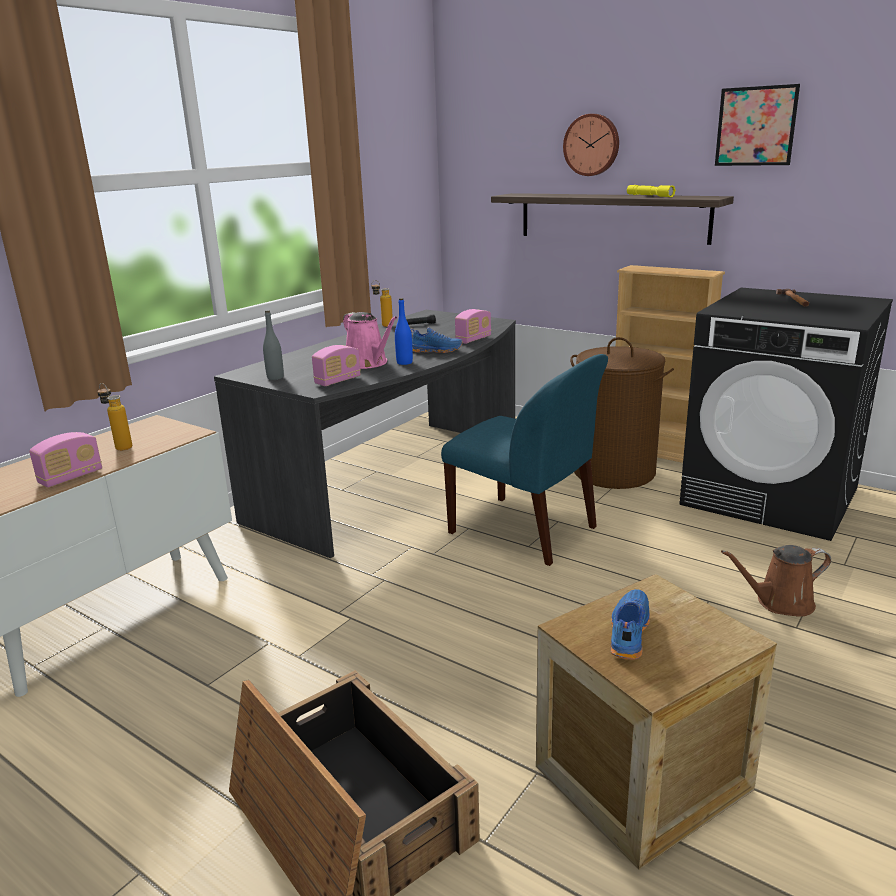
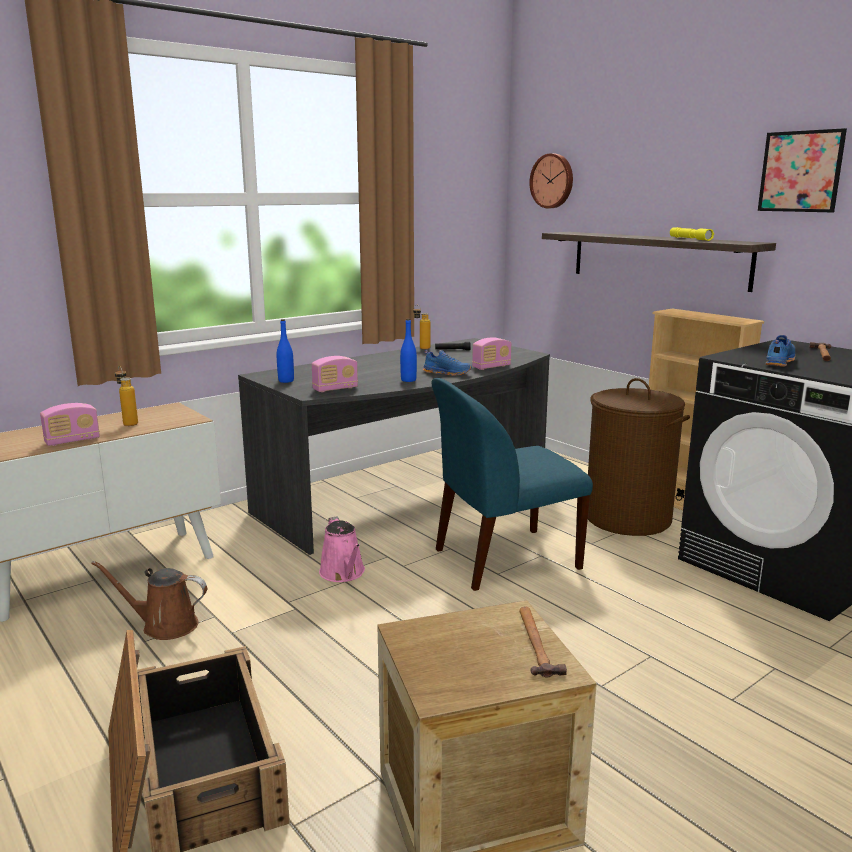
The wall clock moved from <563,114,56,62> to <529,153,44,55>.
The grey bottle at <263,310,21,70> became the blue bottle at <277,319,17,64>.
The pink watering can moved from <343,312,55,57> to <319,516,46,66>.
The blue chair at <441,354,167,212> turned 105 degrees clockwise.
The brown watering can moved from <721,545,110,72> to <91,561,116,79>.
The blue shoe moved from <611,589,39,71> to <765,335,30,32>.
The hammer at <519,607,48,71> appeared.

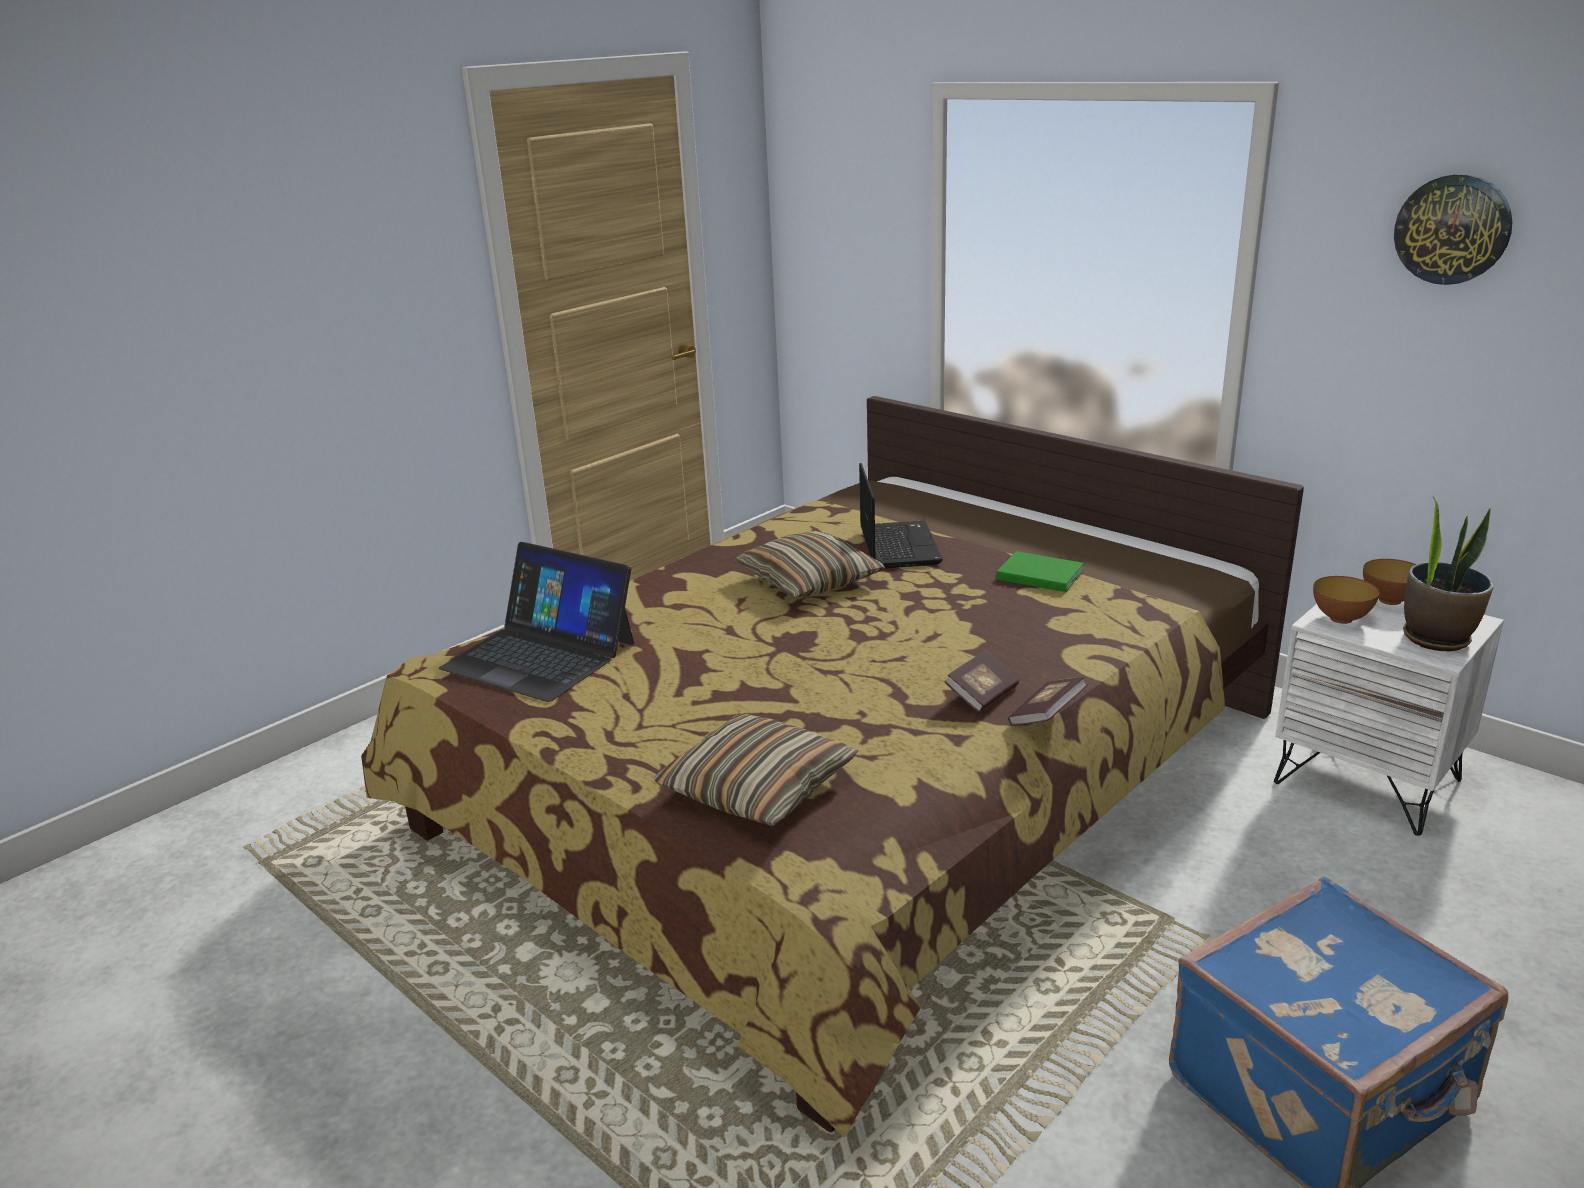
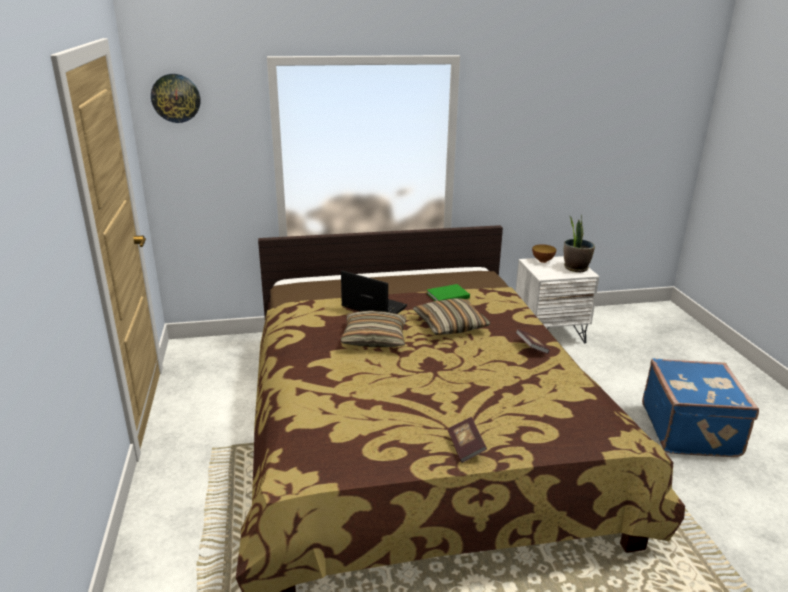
The wall clock moved from <1394,174,118,111> to <151,74,49,49>.
The laptop at <439,542,195,160> disappeared.
The bowl at <1313,576,66,48> disappeared.
The book moved from <1008,677,79,48> to <447,417,40,46>.
The pillow moved from <653,713,206,113> to <413,298,78,37>.

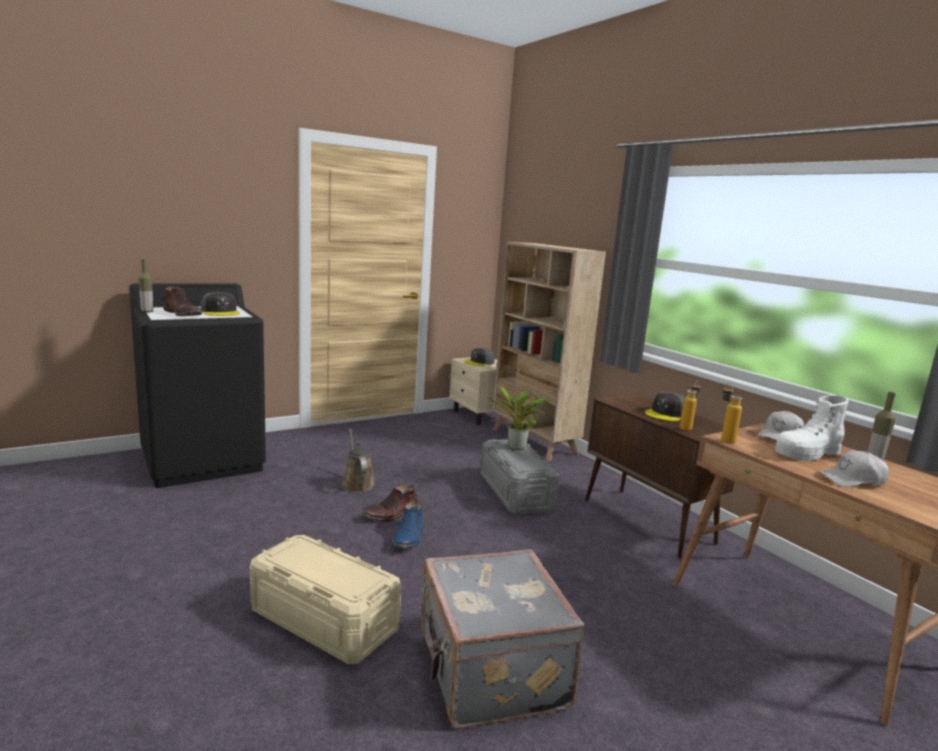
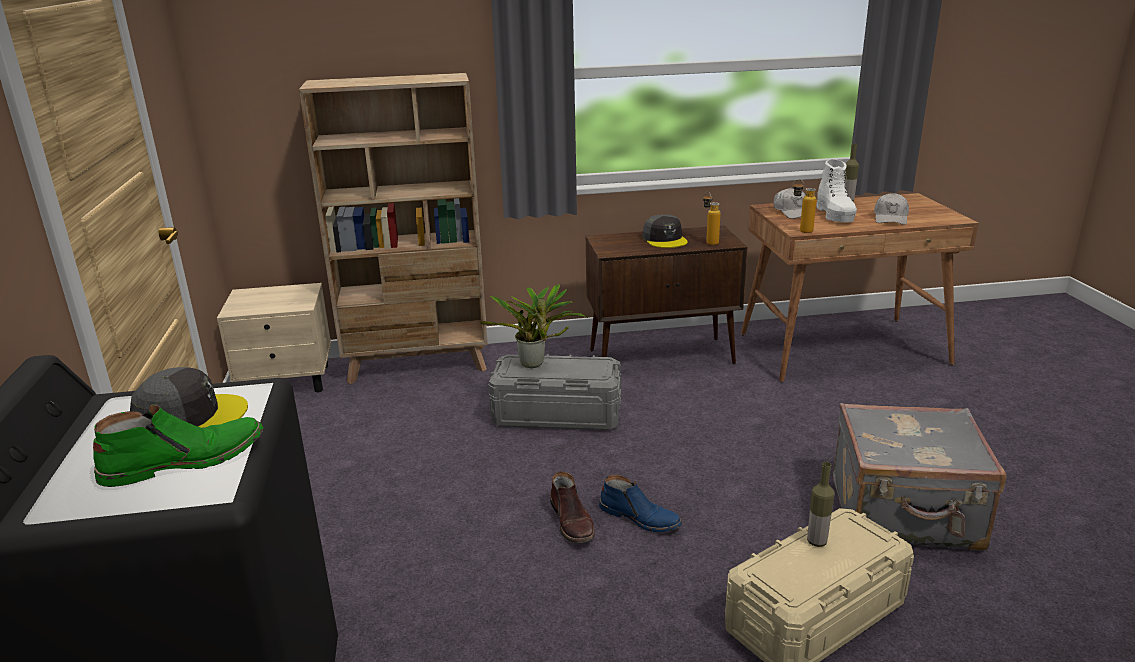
The bottle moved from <138,259,15,54> to <807,462,28,85>.
The brown boot at <164,287,38,29> became the green boot at <93,404,170,83>.
The grey cap at <464,348,31,18> disappeared.
The brown watering can at <341,429,34,64> disappeared.

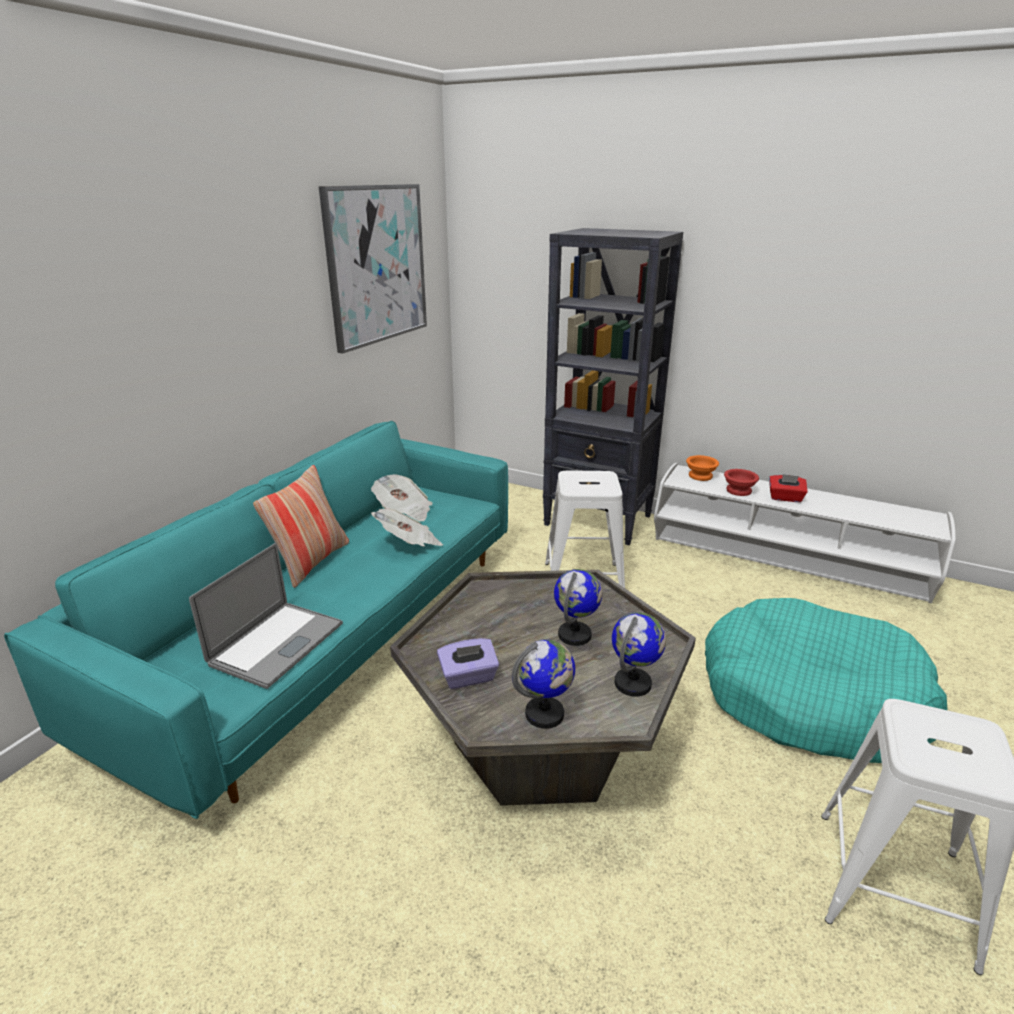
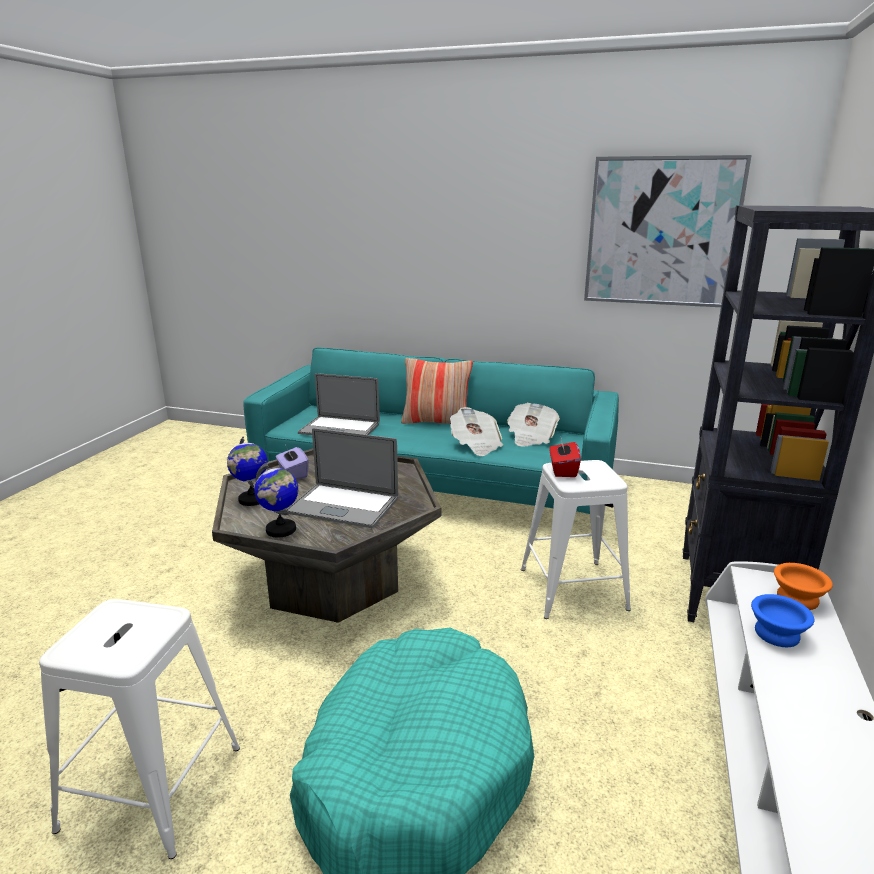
The red bowl at <724,469,35,27> became the blue bowl at <751,594,63,53>.
The red tissue box moved from <769,474,39,28> to <549,438,32,39>.
The globe at <554,569,48,77> was replaced by the laptop at <286,428,112,100>.

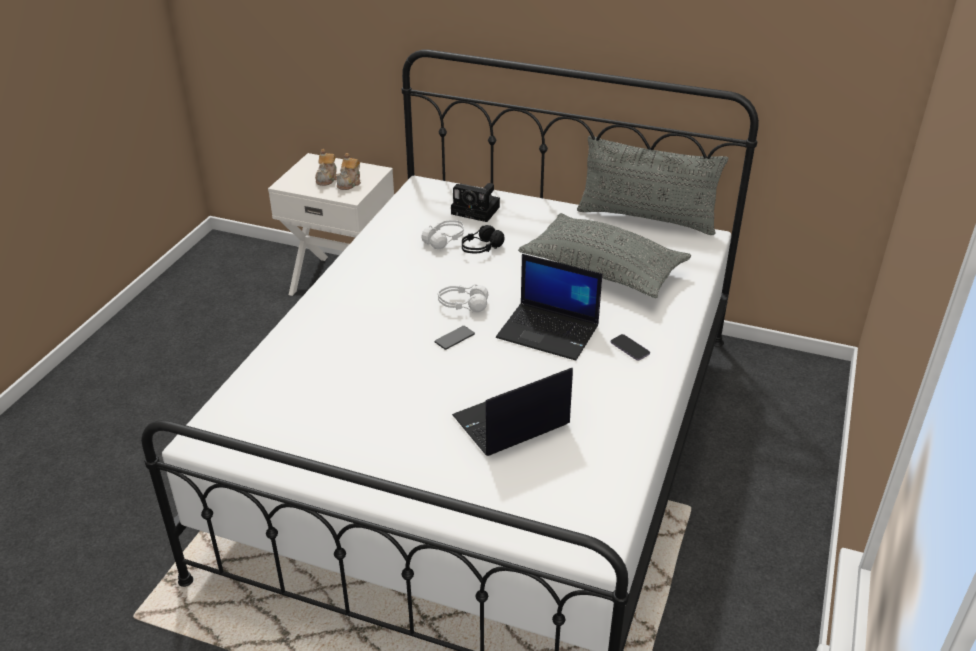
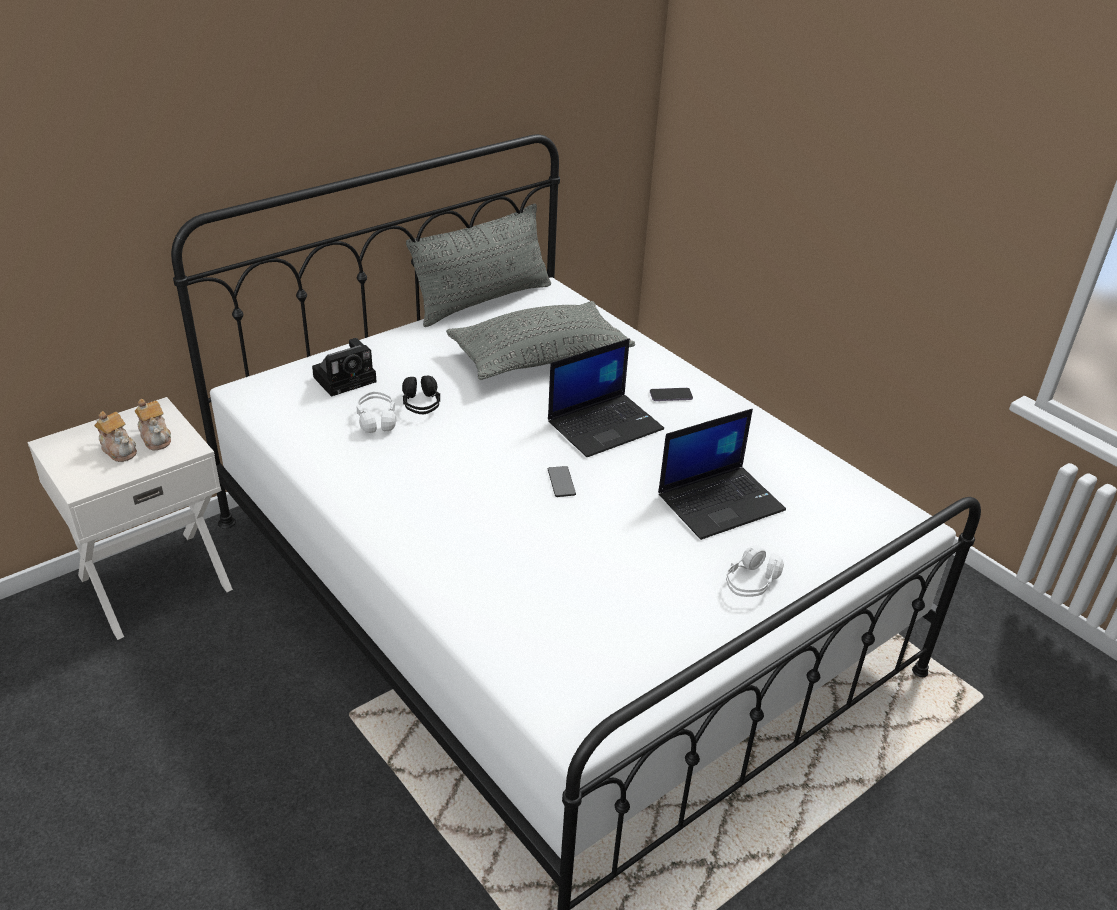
The white headphones moved from <438,284,51,29> to <726,545,58,52>.
The laptop at <452,368,121,88> turned 120 degrees counterclockwise.

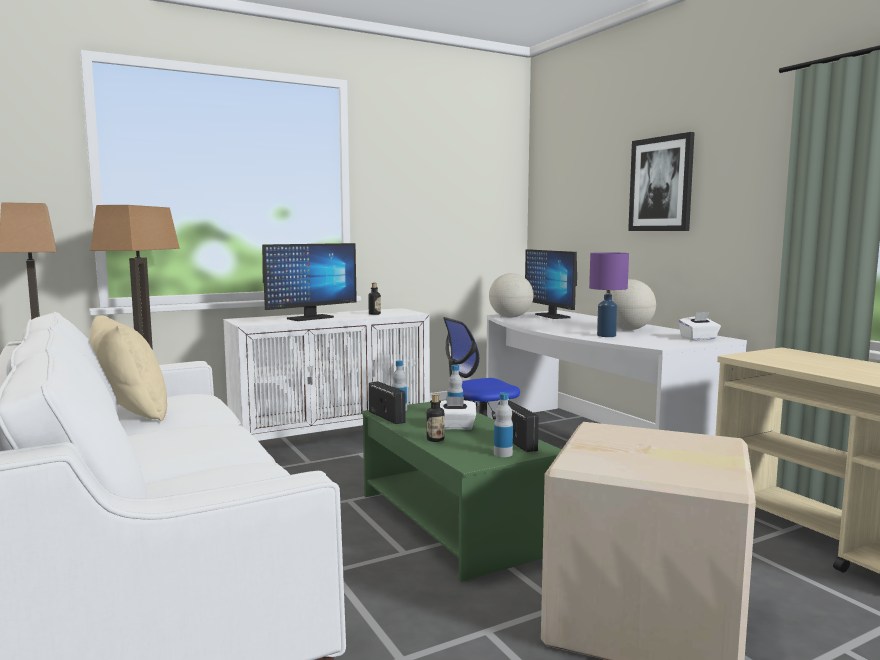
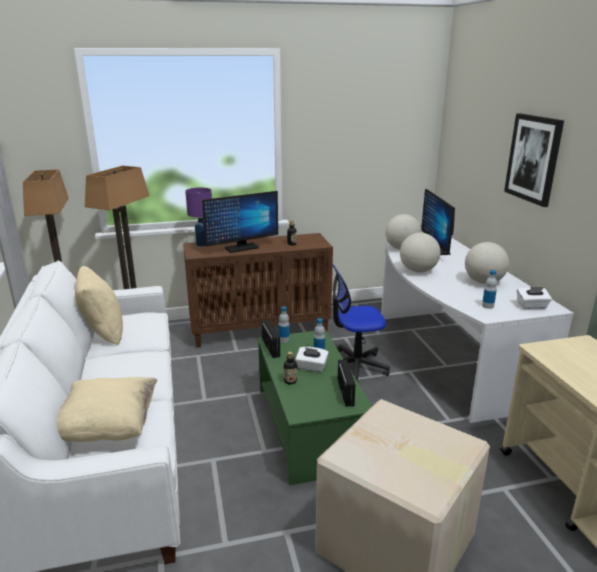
The purple table lamp moved from <589,252,40,85> to <185,188,27,59>.
The white cabinet at <223,308,207,133> became the brown cabinet at <183,233,150,114>.
The bottle moved from <494,393,19,64> to <482,270,15,39>.
The globe at <400,233,41,39> appeared.
The beige pillow at <57,377,100,65> appeared.

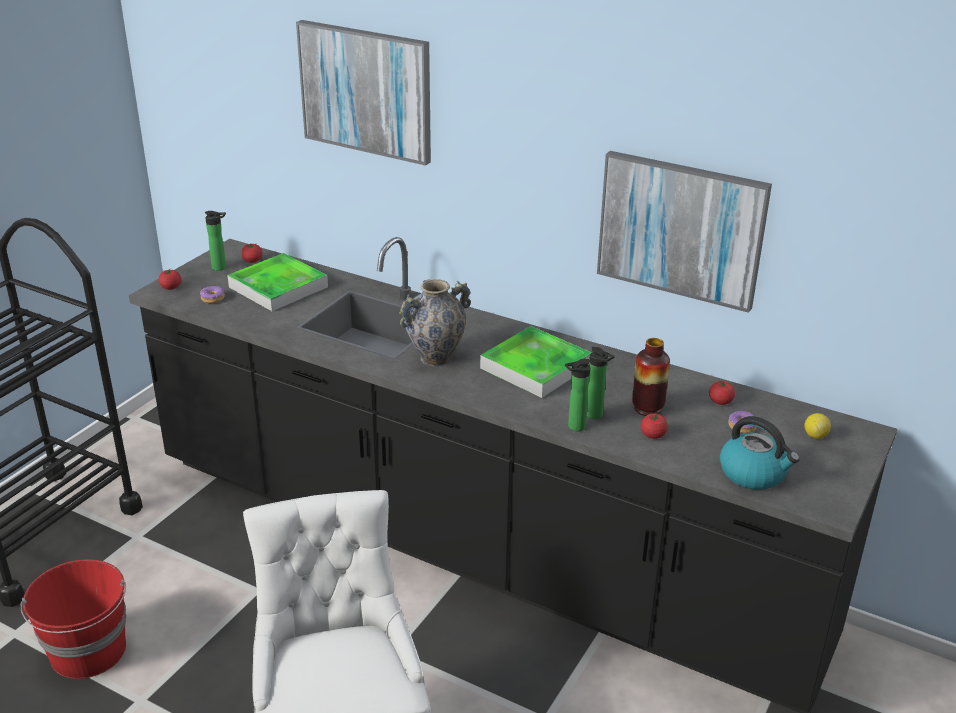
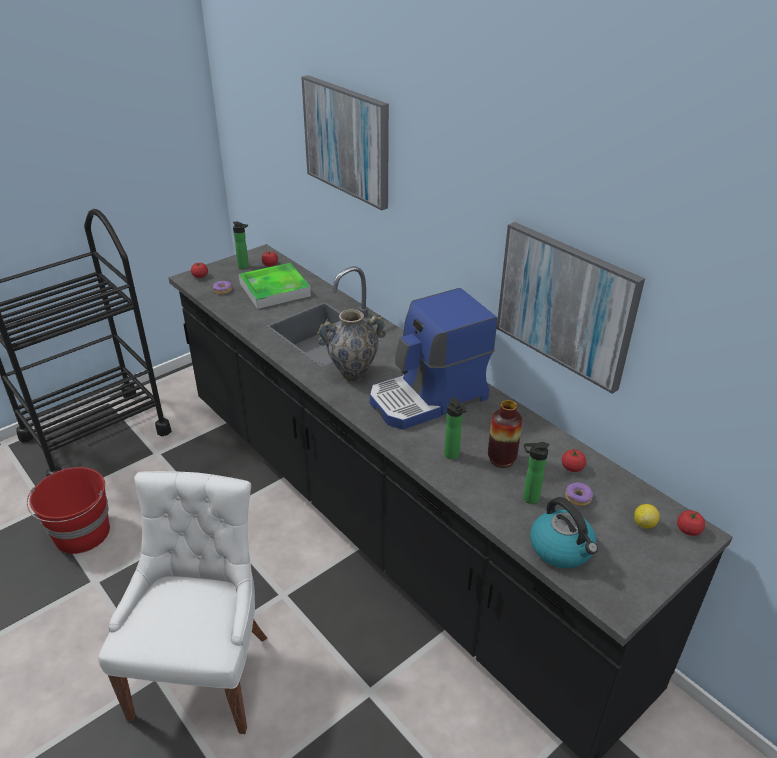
The tray at <480,326,112,72> was replaced by the coffee machine at <370,288,127,142>.
The bottle moved from <565,359,25,72> to <523,442,26,62>.
The tomato moved from <641,413,27,26> to <677,510,28,26>.

